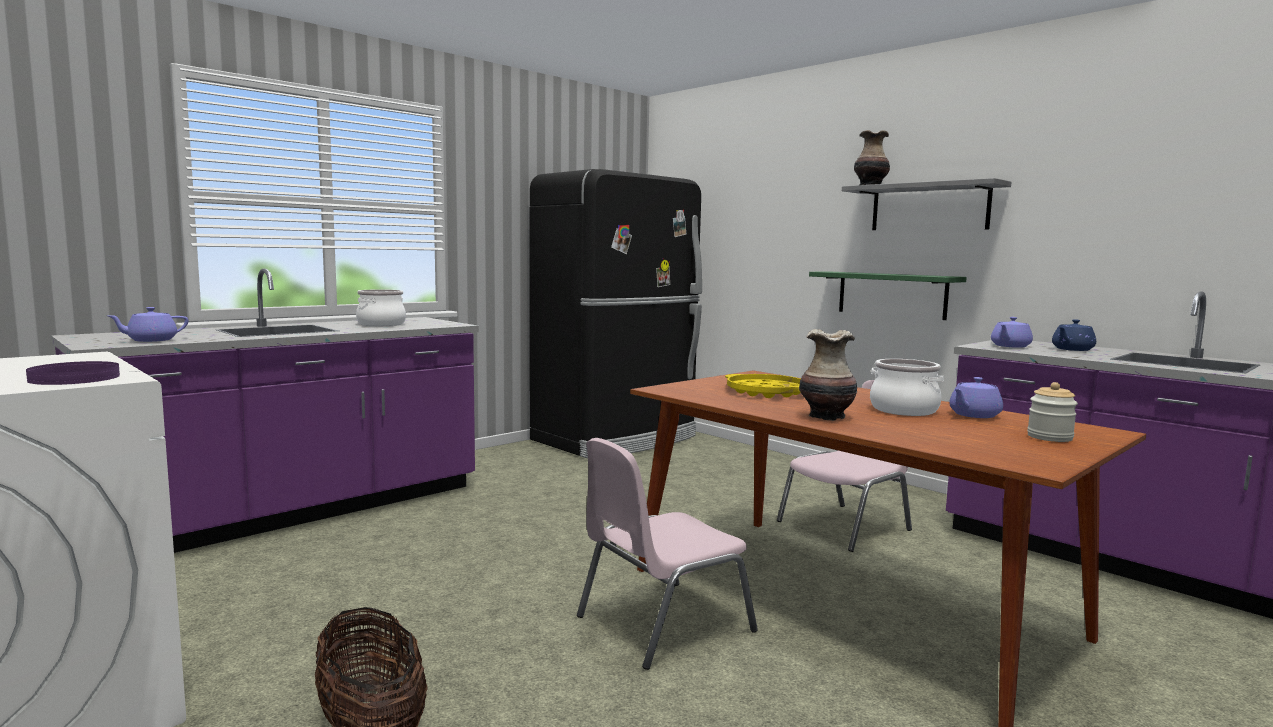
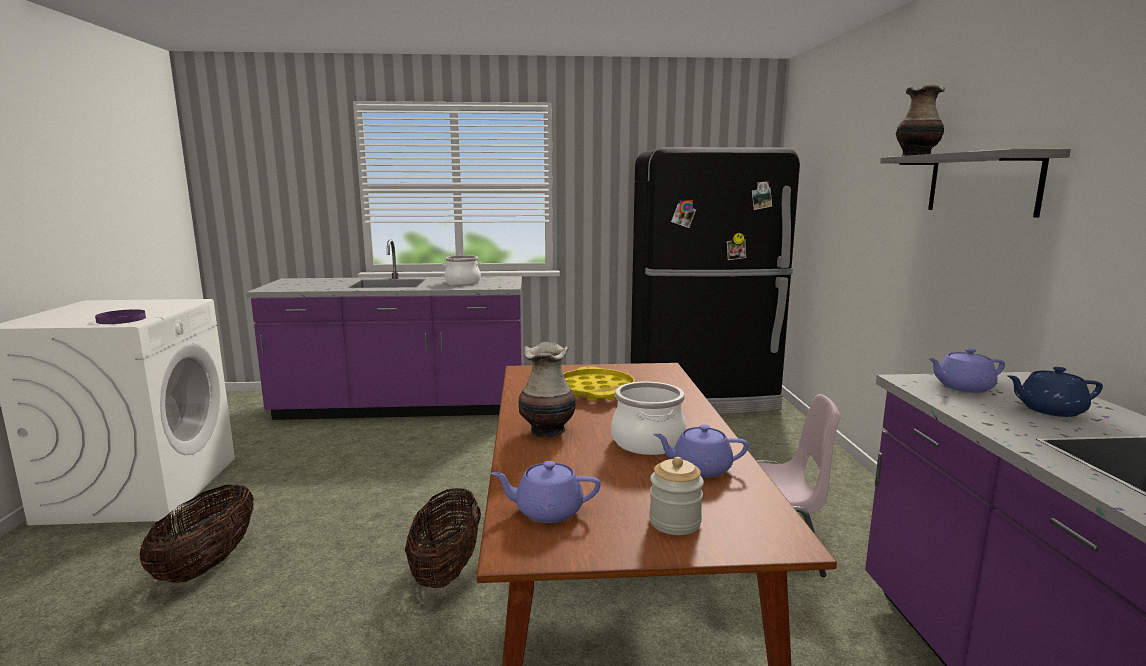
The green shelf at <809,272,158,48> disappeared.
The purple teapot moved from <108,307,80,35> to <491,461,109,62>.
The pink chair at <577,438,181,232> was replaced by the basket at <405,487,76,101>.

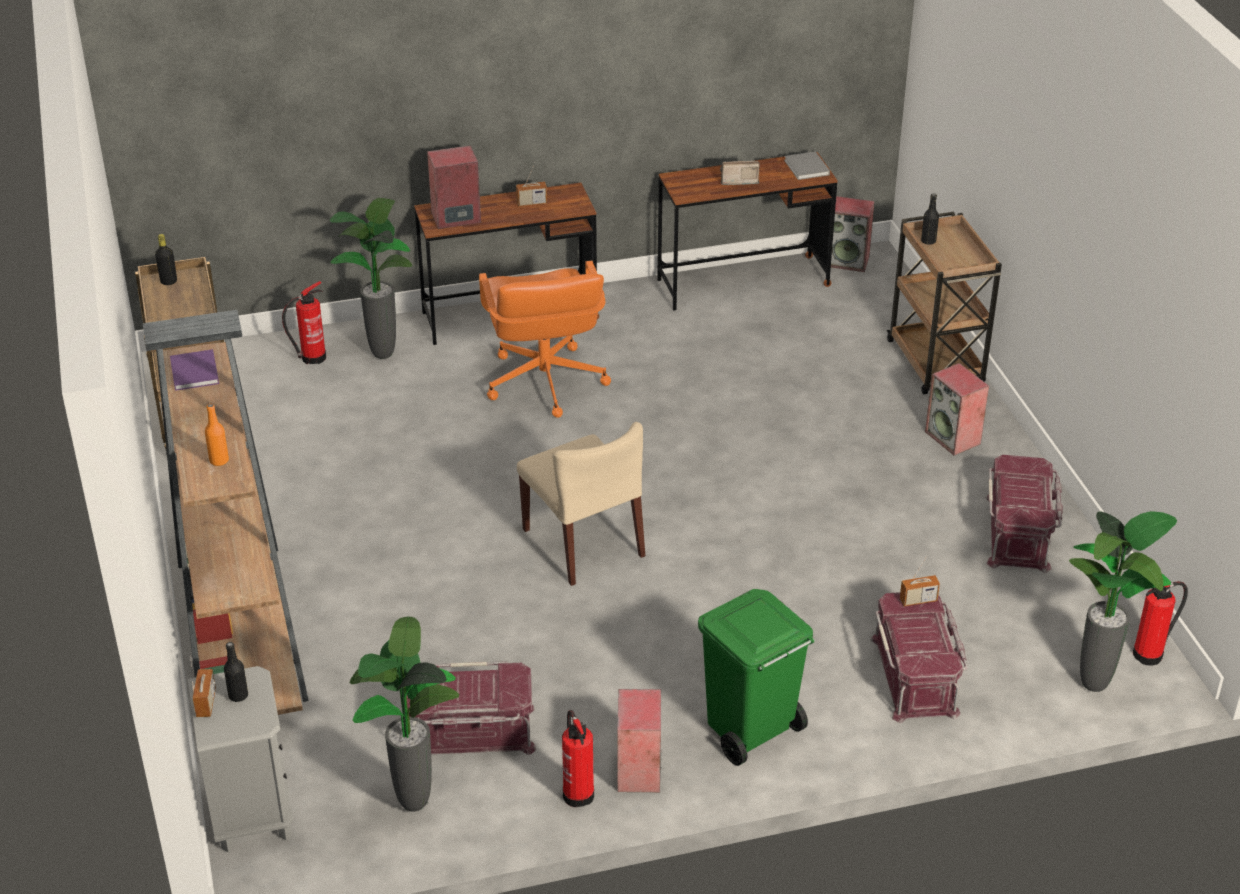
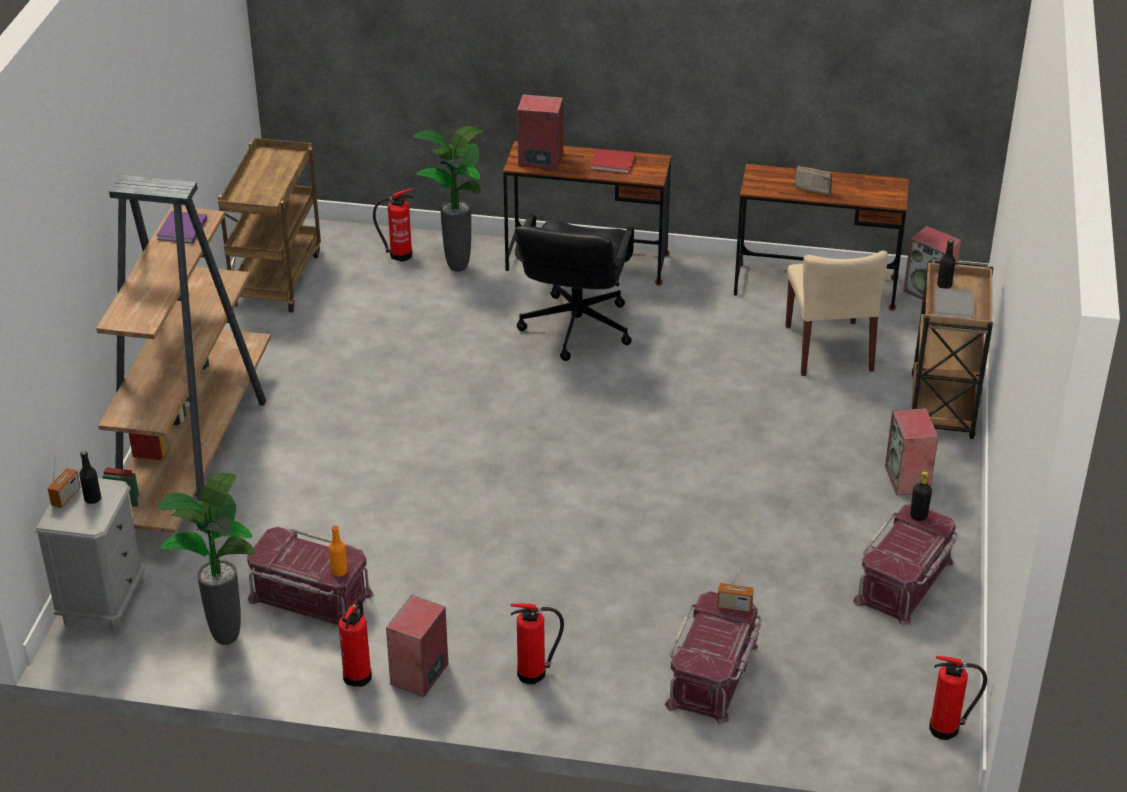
The grey book moved from <784,151,46,29> to <936,288,37,31>.
The radio at <516,163,31,44> was replaced by the red book at <590,149,45,25>.
The black bottle moved from <155,234,22,51> to <910,471,22,50>.
The orange office chair at <479,261,132,157> became the black office chair at <515,214,119,147>.
The orange bottle moved from <205,404,24,62> to <329,525,19,52>.
The beige chair moved from <517,422,128,164> to <786,250,102,126>.
The potted plant at <1069,511,108,181> disappeared.
The green trash can at <698,589,117,177> was replaced by the fire extinguisher at <510,603,54,81>.

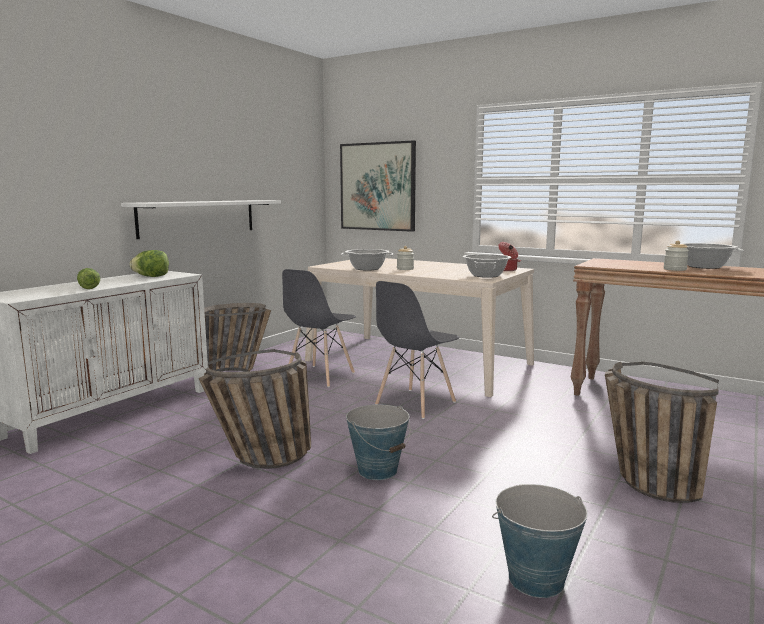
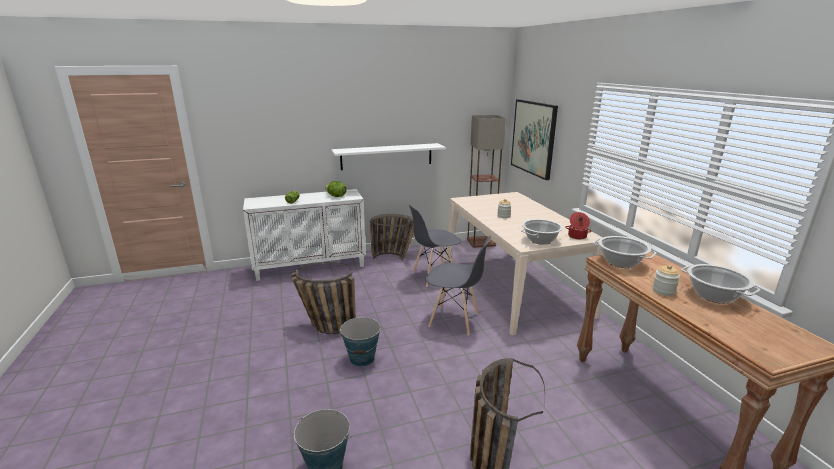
The cooking pot moved from <341,249,52,21> to <593,236,63,32>.
The grey chair at <375,281,85,138> turned 150 degrees counterclockwise.
The floor lamp at <467,115,39,133> appeared.

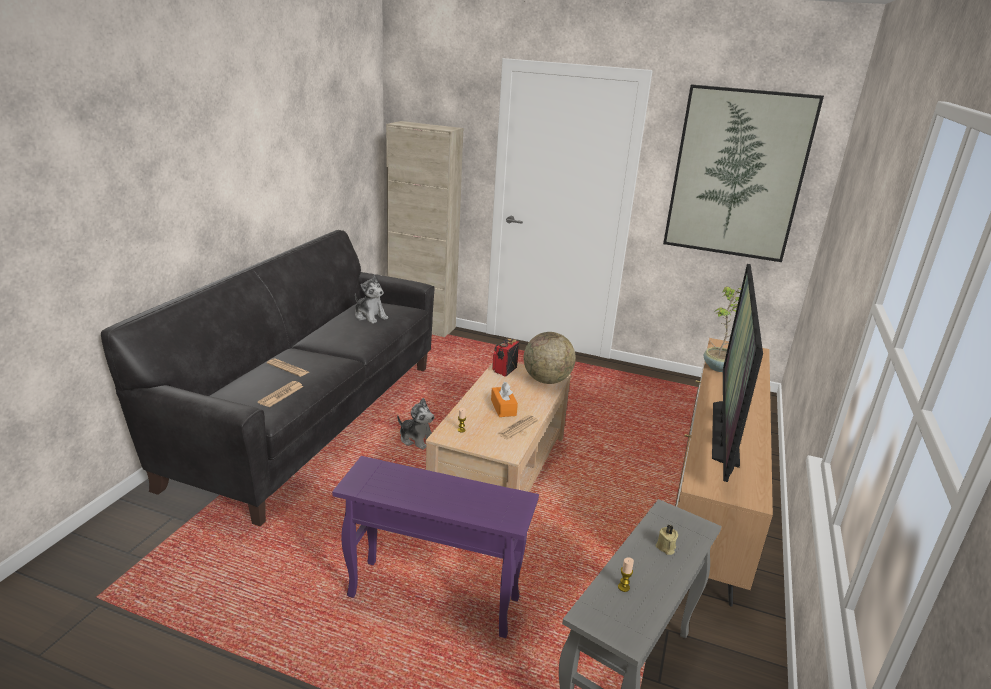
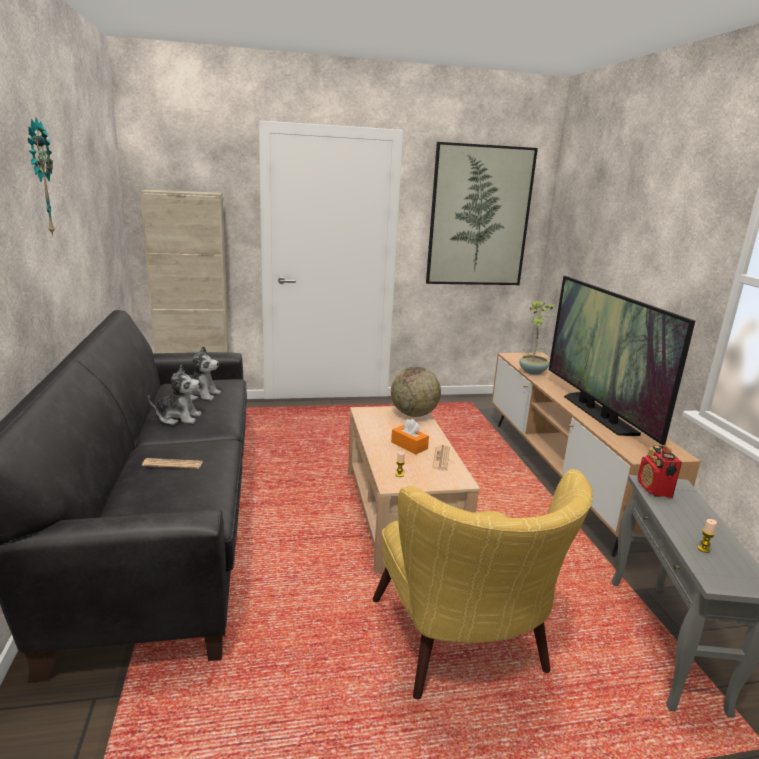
The radio moved from <492,338,27,39> to <638,445,44,53>.
The newspaper at <258,381,46,26> disappeared.
The plush toy moved from <397,398,38,51> to <148,365,54,60>.
The purple side table at <332,456,207,182> was replaced by the yellow armchair at <373,469,220,230>.
The beige candle at <656,524,22,31> disappeared.
The wall clock at <28,117,27,119> appeared.

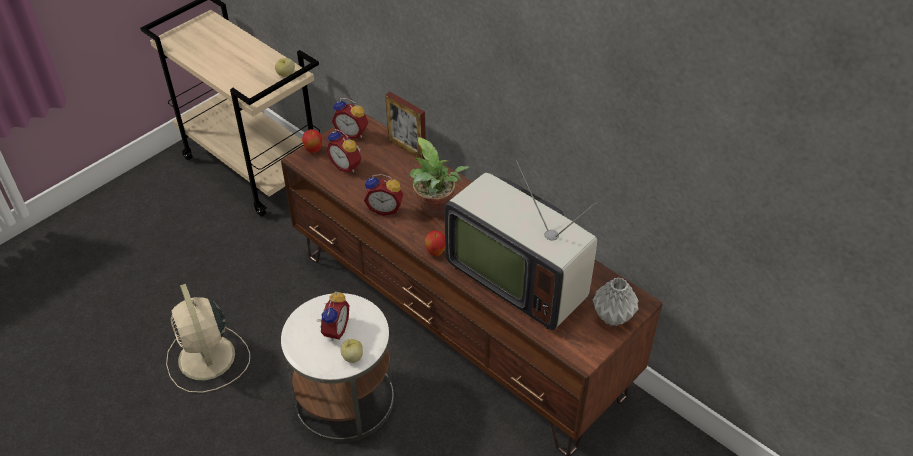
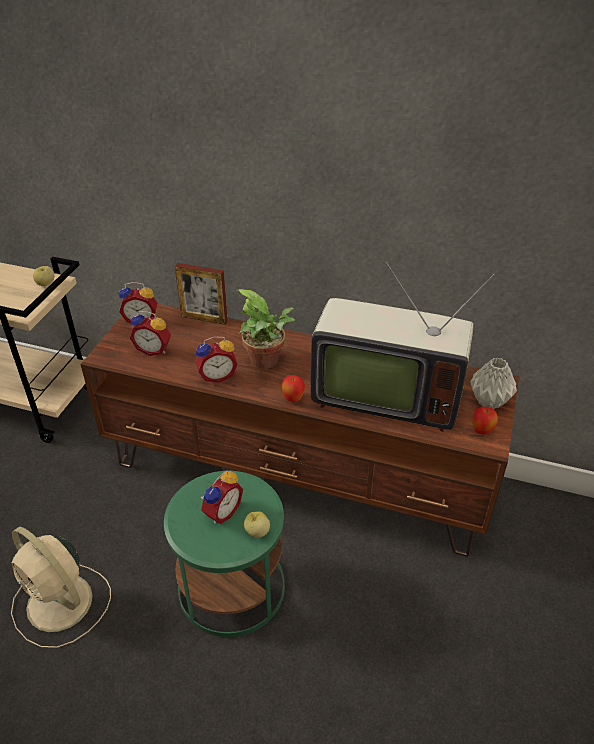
The apple moved from <302,129,20,24> to <472,407,26,28>.
The alarm clock at <317,292,32,49> turned 45 degrees clockwise.
The white side table at <281,293,113,150> became the green side table at <164,471,121,166>.

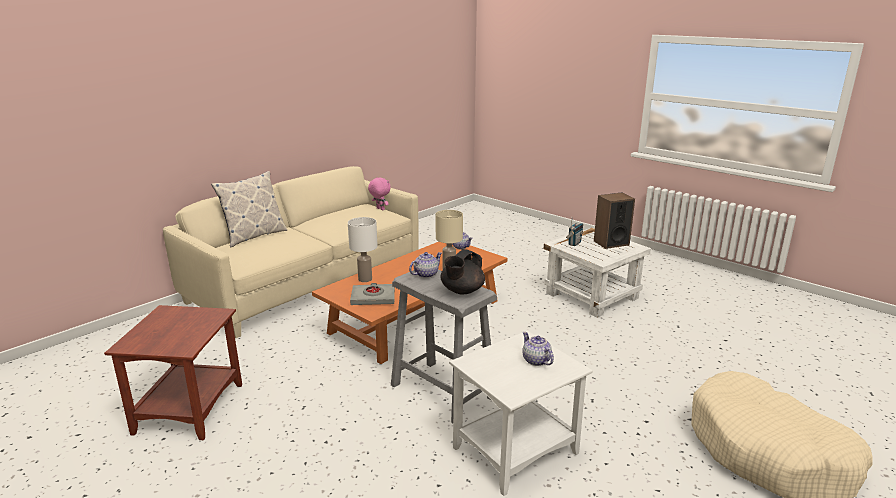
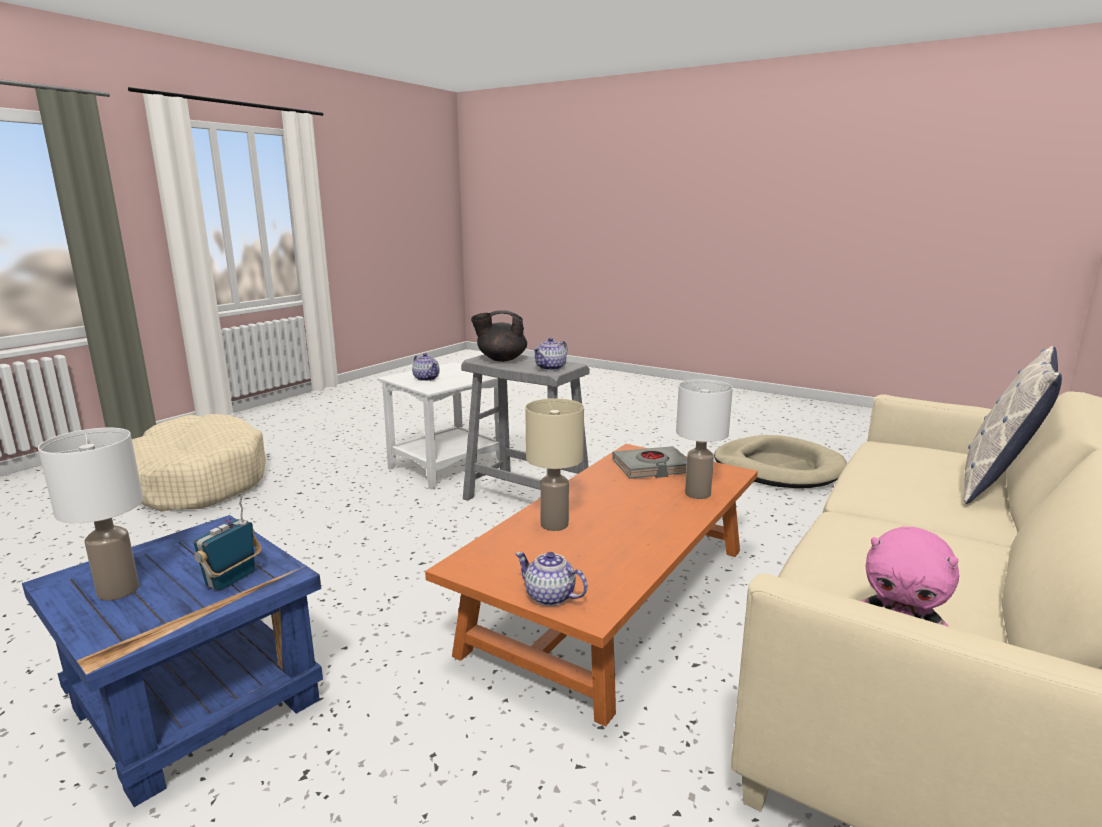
The speaker at <594,193,41,56> was replaced by the white table lamp at <38,428,105,173>.
The white side table at <544,228,107,90> became the blue side table at <22,515,301,292>.
The black teapot at <440,249,45,46> turned 120 degrees counterclockwise.
The brown side table at <104,305,138,135> was replaced by the beige dog bed at <714,435,133,53>.

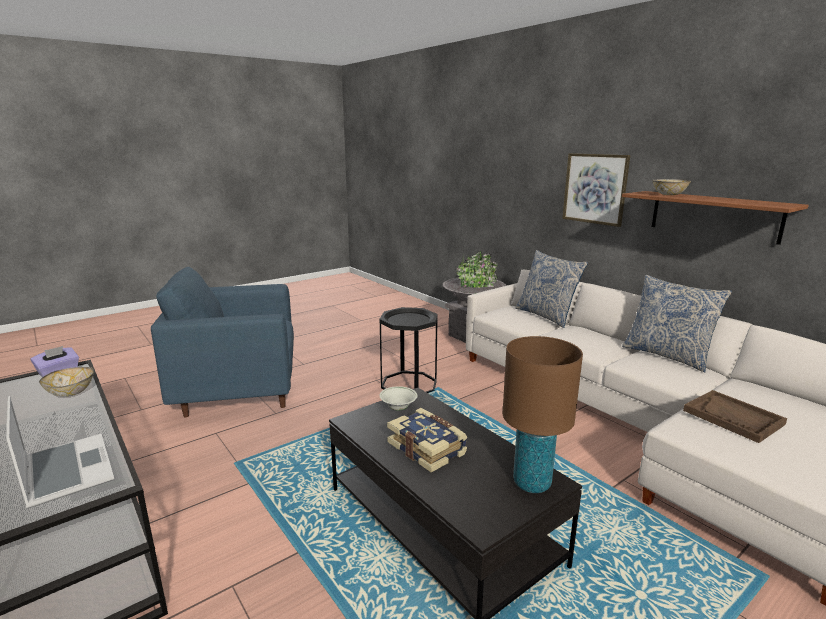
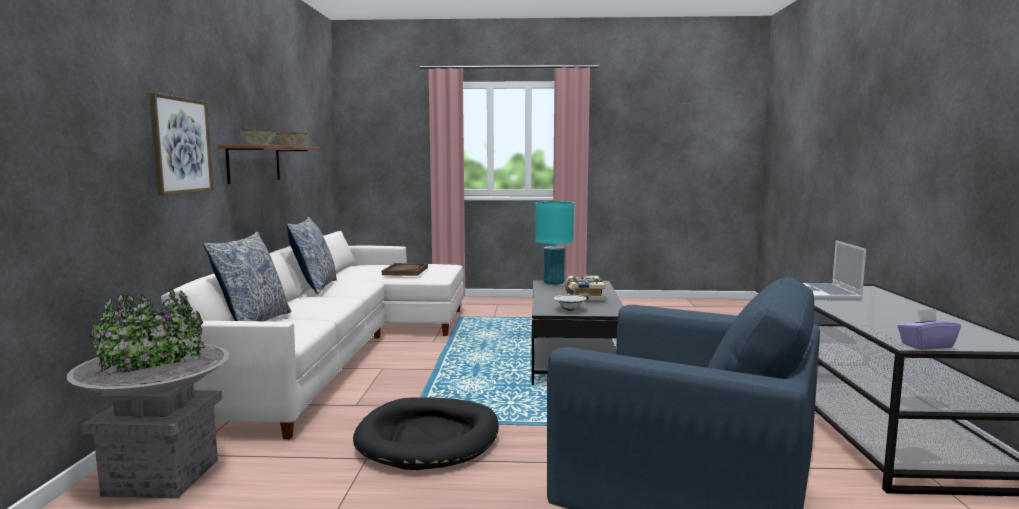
The black side table at <380,307,58,86> was replaced by the black dog bed at <353,397,146,73>.
The brown table lamp at <503,336,80,157> became the turquoise table lamp at <535,201,39,84>.
The bowl moved from <39,367,55,30> to <276,132,33,14>.

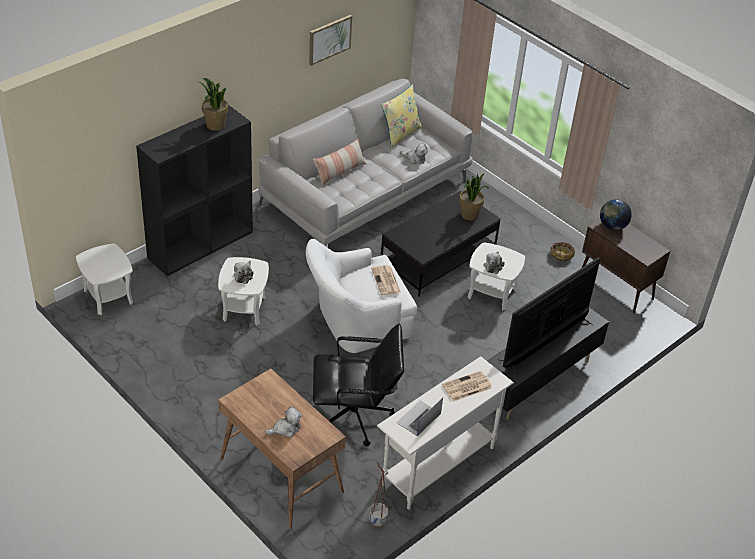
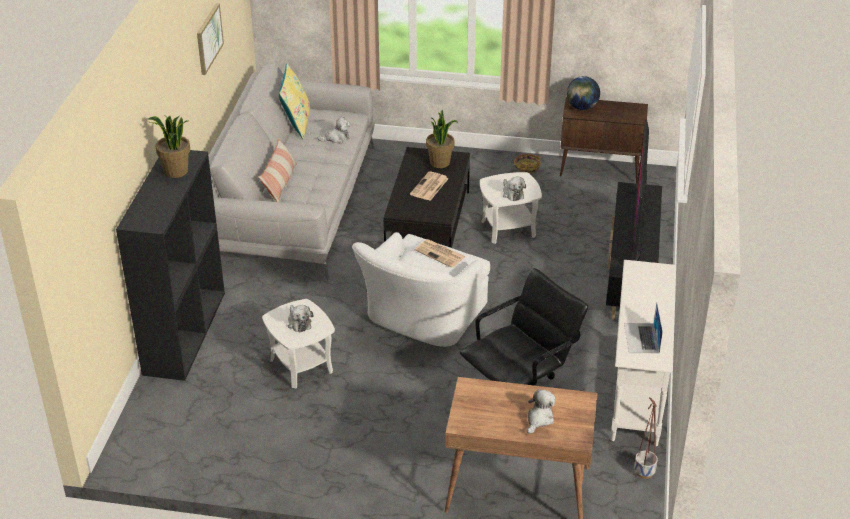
The white side table at <76,244,57,71> disappeared.
The newspaper moved from <442,371,50,31> to <410,171,38,30>.

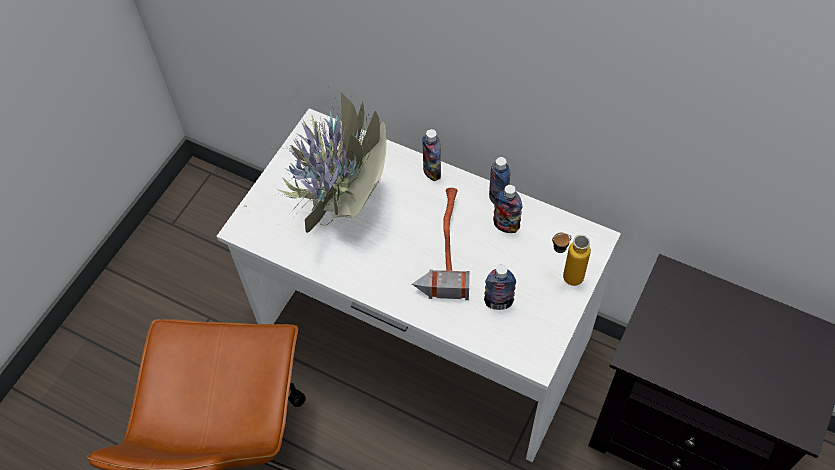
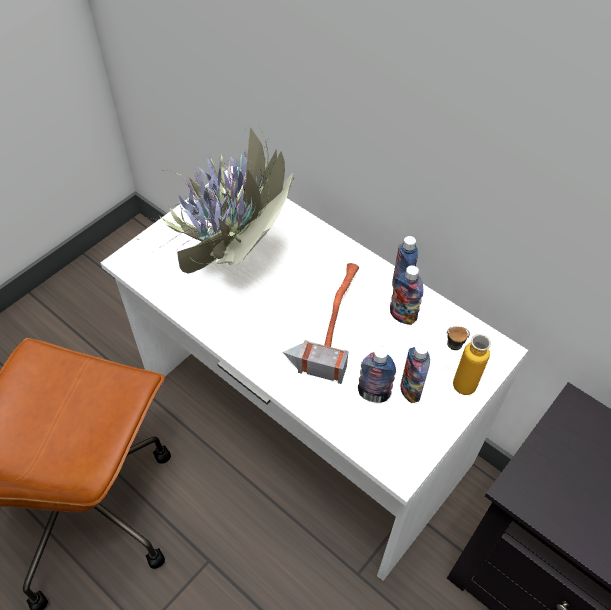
The bottle moved from <422,129,19,52> to <400,343,30,60>.

